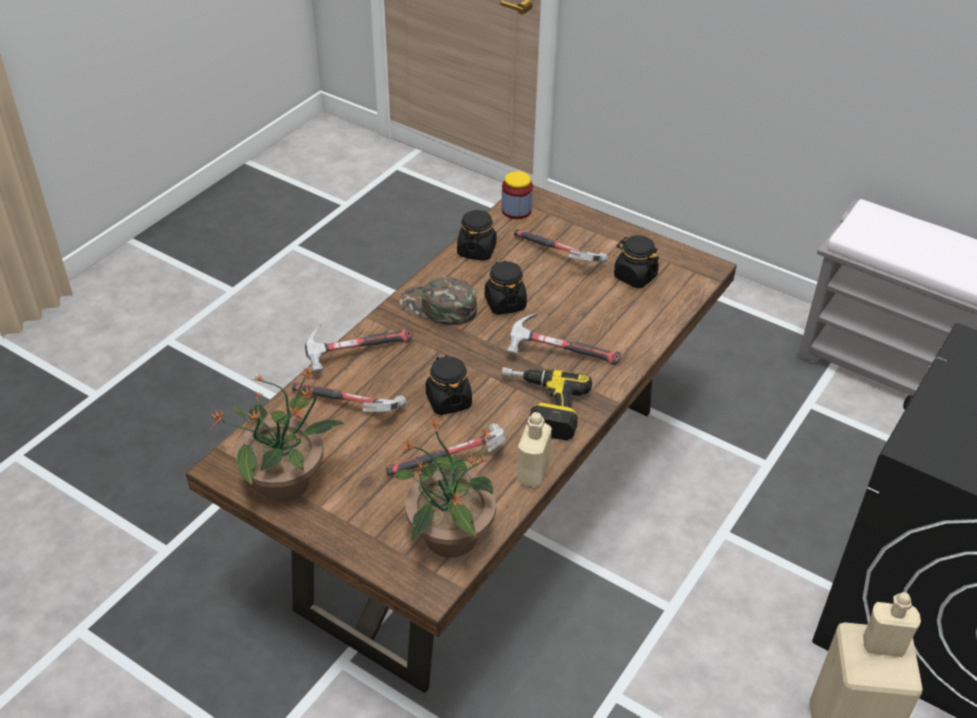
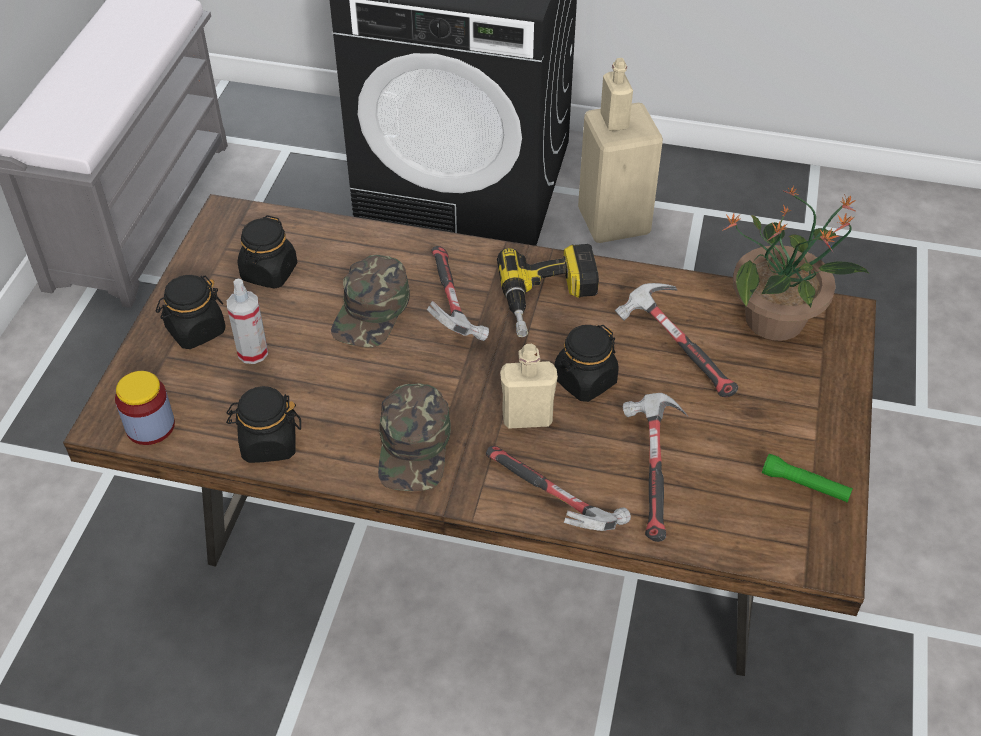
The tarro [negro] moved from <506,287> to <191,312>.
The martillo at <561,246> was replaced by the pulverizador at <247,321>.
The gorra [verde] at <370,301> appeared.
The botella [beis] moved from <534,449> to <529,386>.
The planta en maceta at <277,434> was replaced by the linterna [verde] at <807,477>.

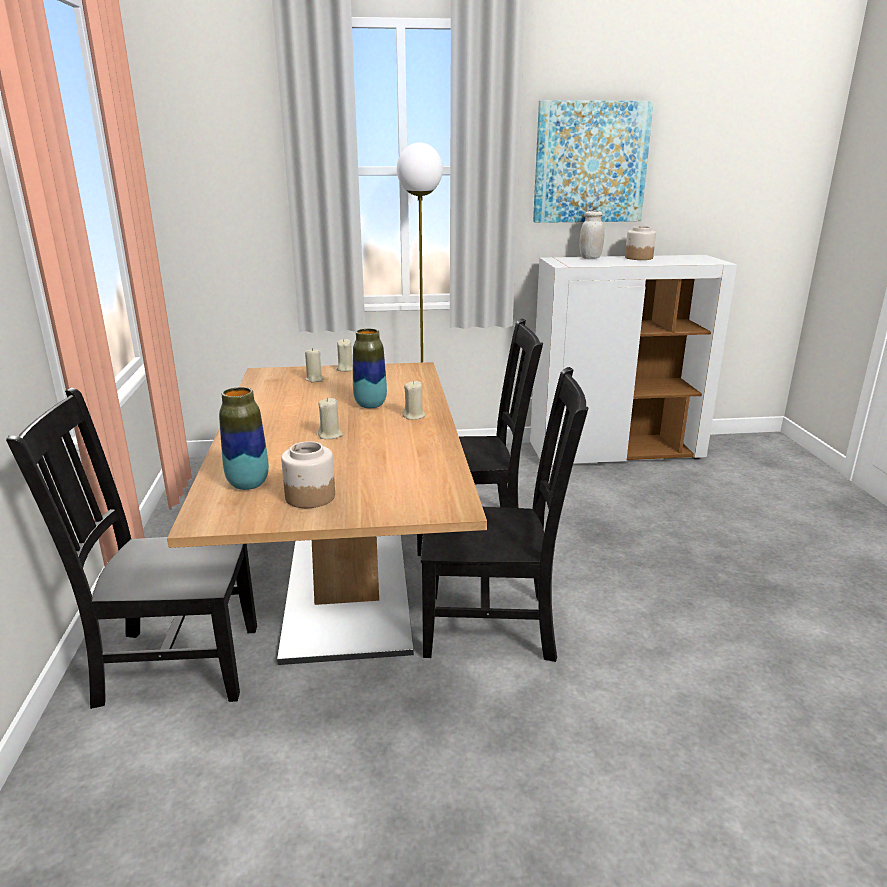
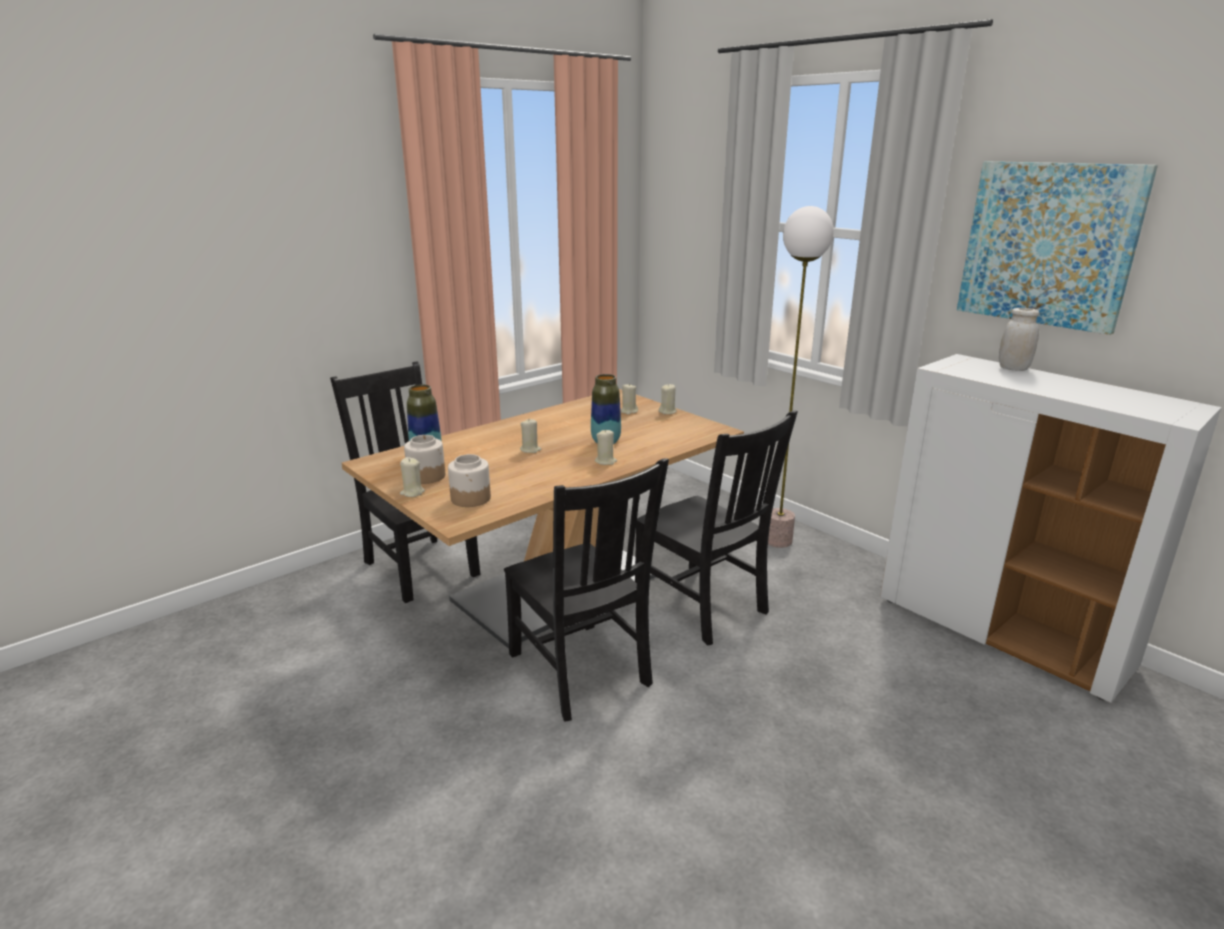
The vela [beis] at <412,477> appeared.
The tarro moved from <640,243> to <469,480>.

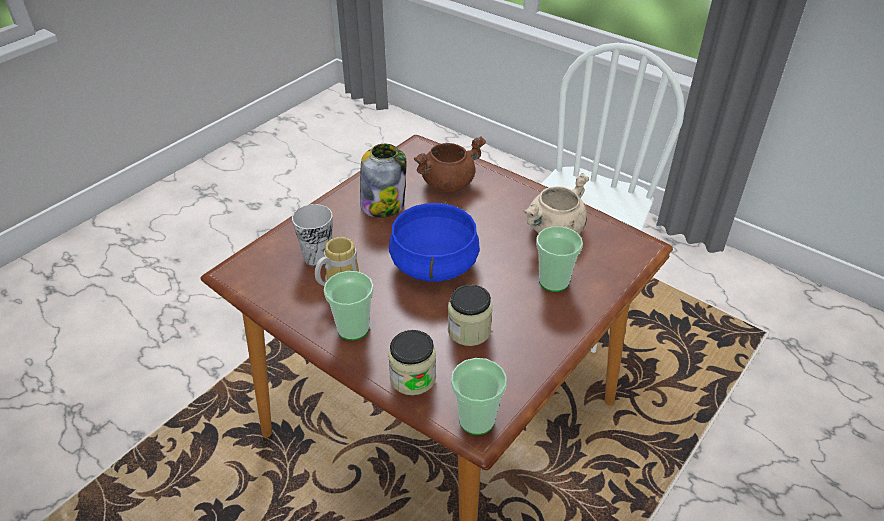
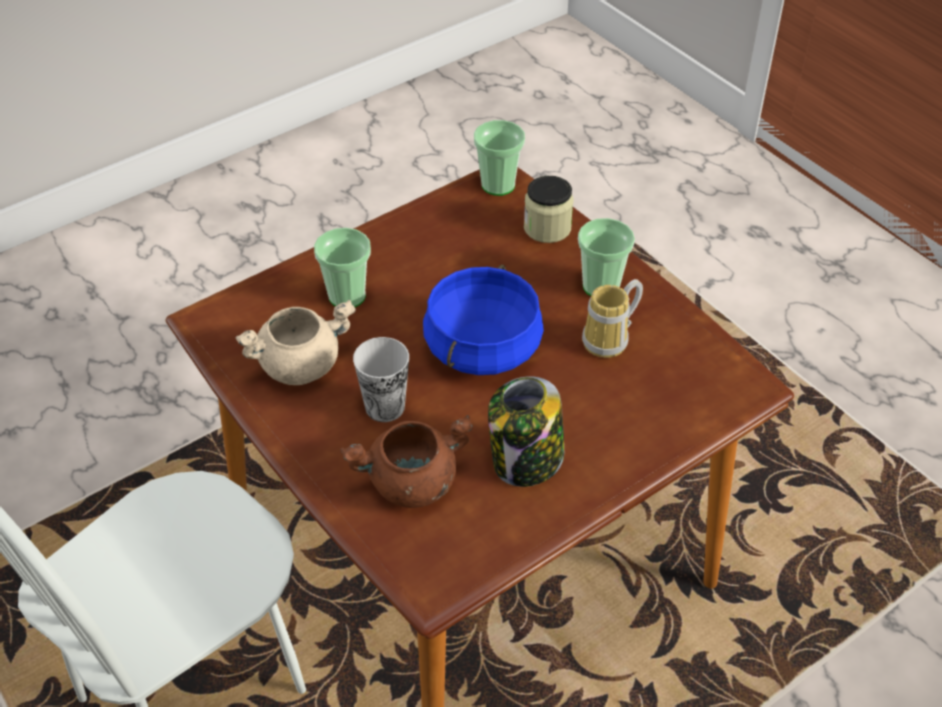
The taza moved from <312,235> to <381,379>.
The tarro at <470,315> disappeared.

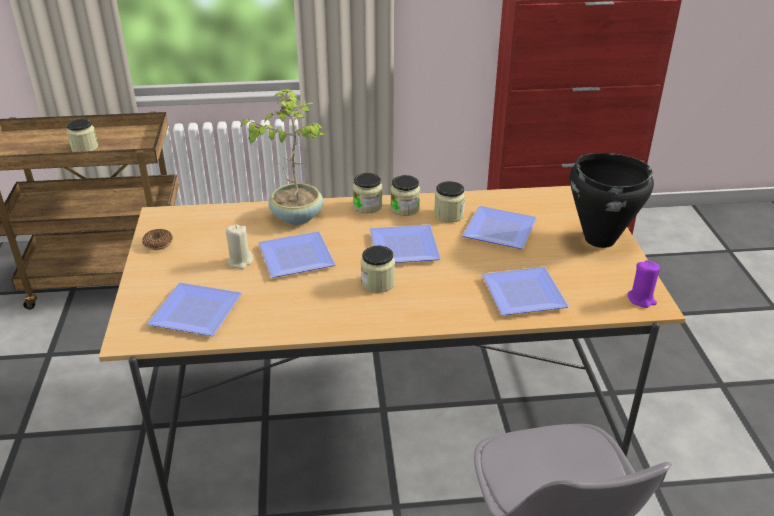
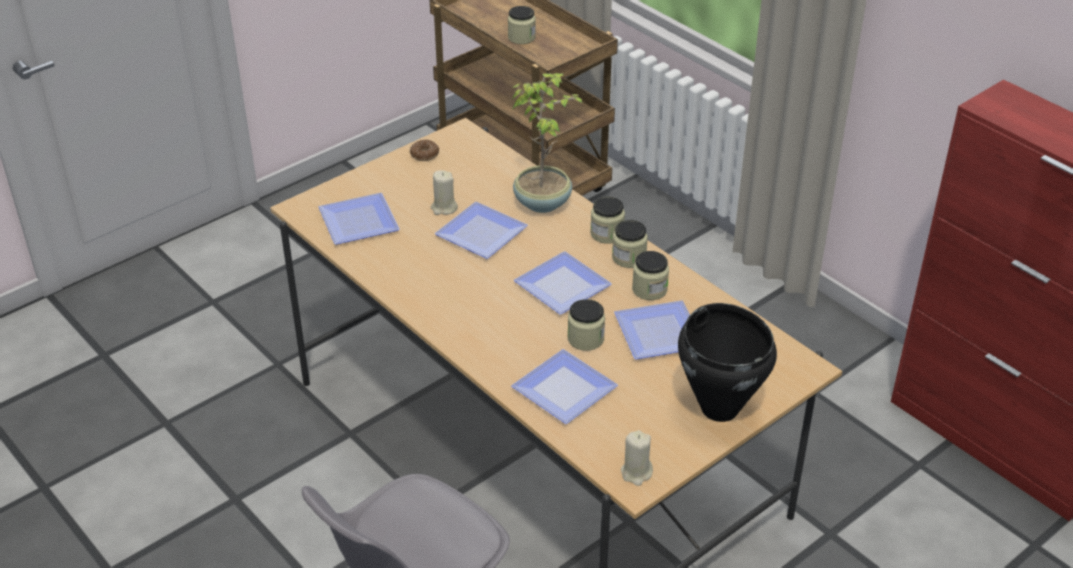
The tarro moved from <378,269> to <586,325>.
The vela [morado] at <643,284> became the vela [beis] at <637,458>.

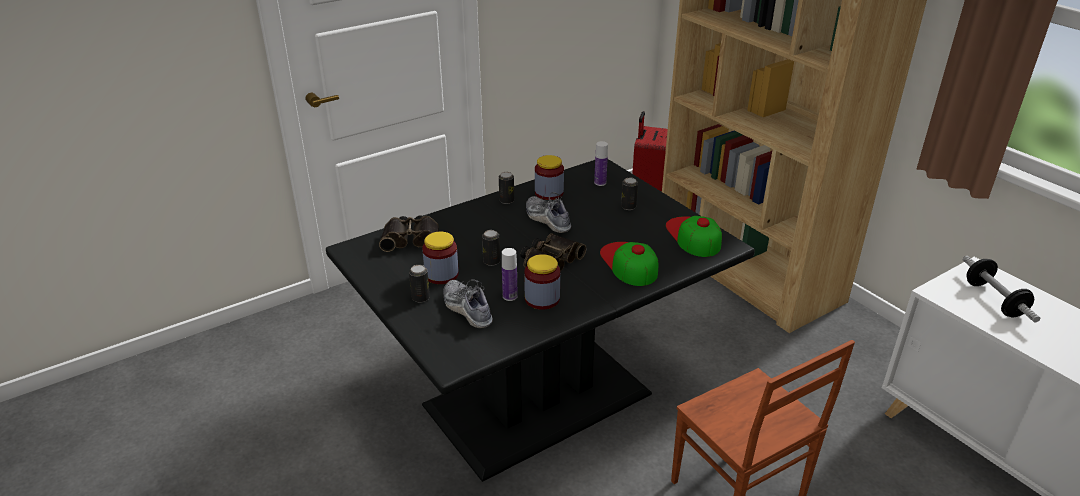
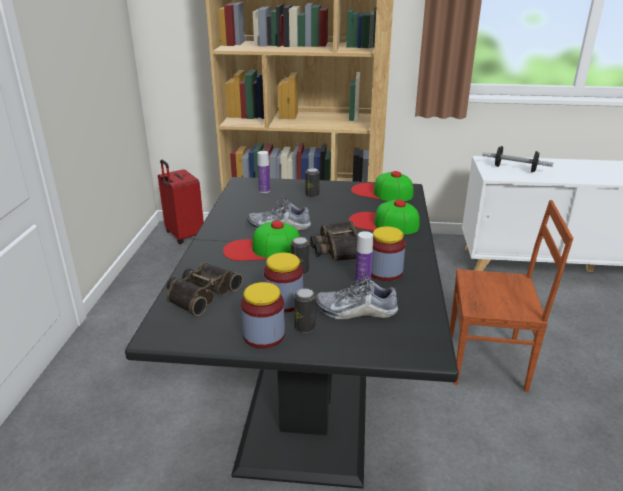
The gorra at <261,241> appeared.
The tarro moved from <549,177> to <263,315>.
The lata at <506,188> disappeared.

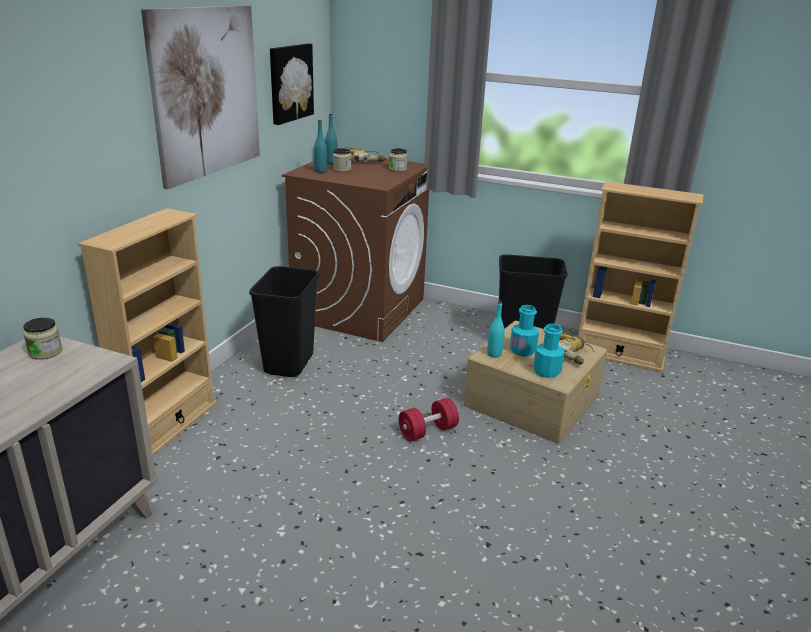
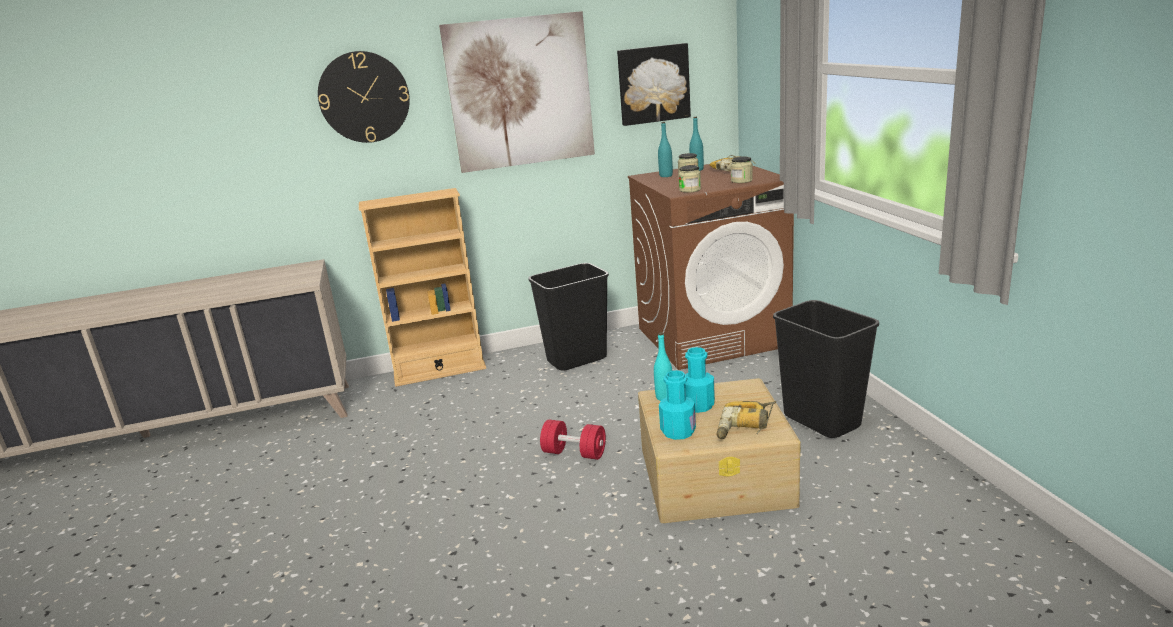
The reloj de pared at <364,97> appeared.
The tarro moved from <42,339> to <690,179>.
The estantería [beis] at <640,276> disappeared.

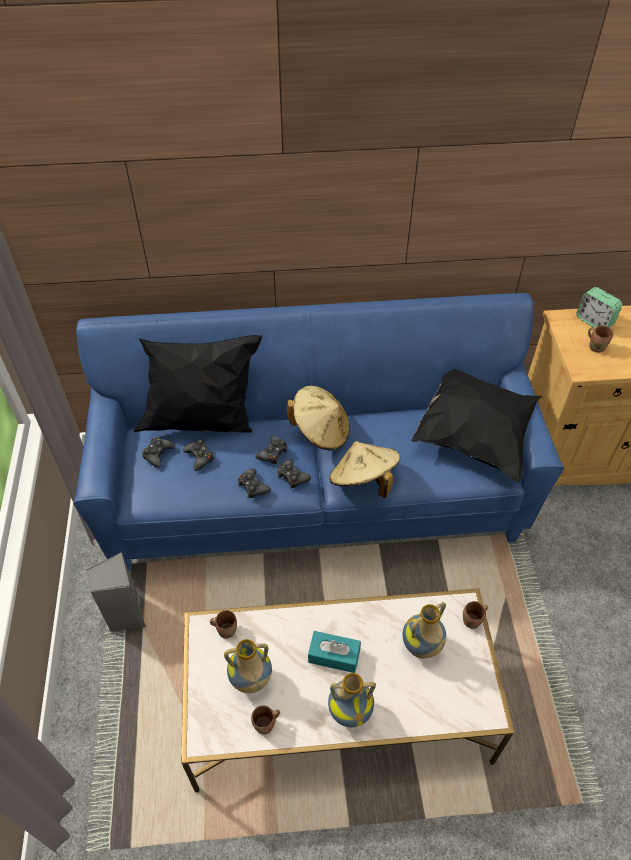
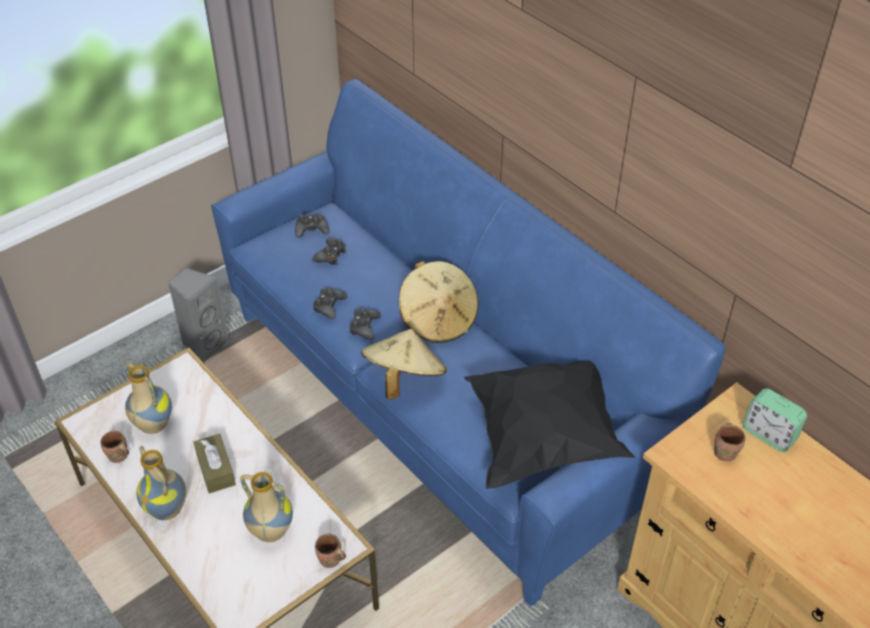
The caja de pañuelos [turquesa] at <334,652> became the caja de pañuelos [marrón] at <214,464>.
The despertador at <599,307> turned 60 degrees counterclockwise.
The cojín [negro] at <198,384> disappeared.
The taza grande [marrón] at <223,624> disappeared.
The mando de consola [negro] at <271,450> disappeared.

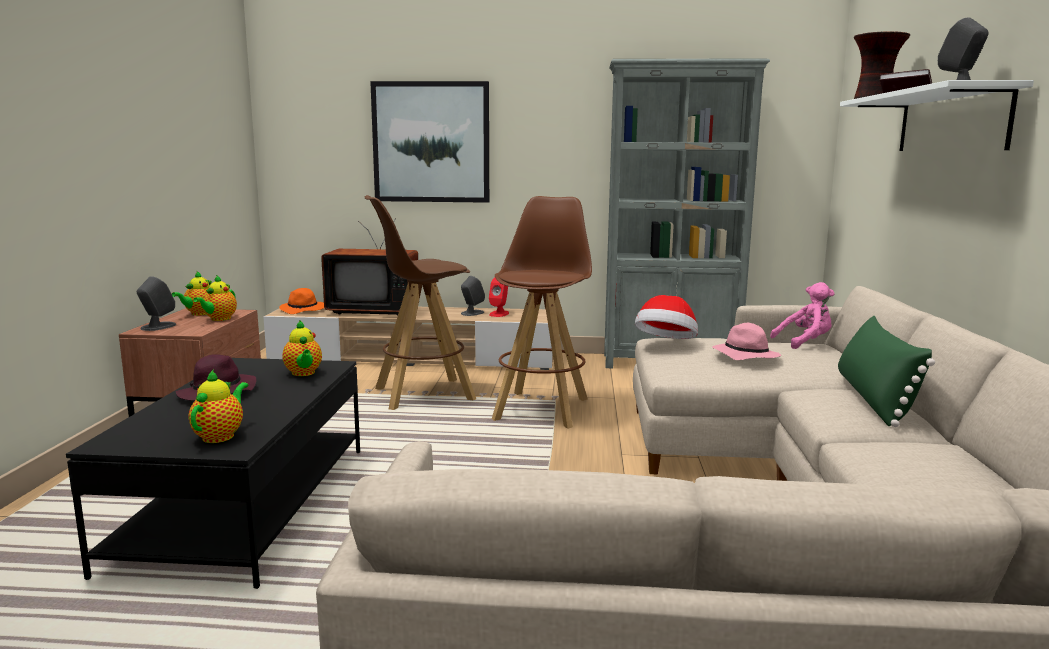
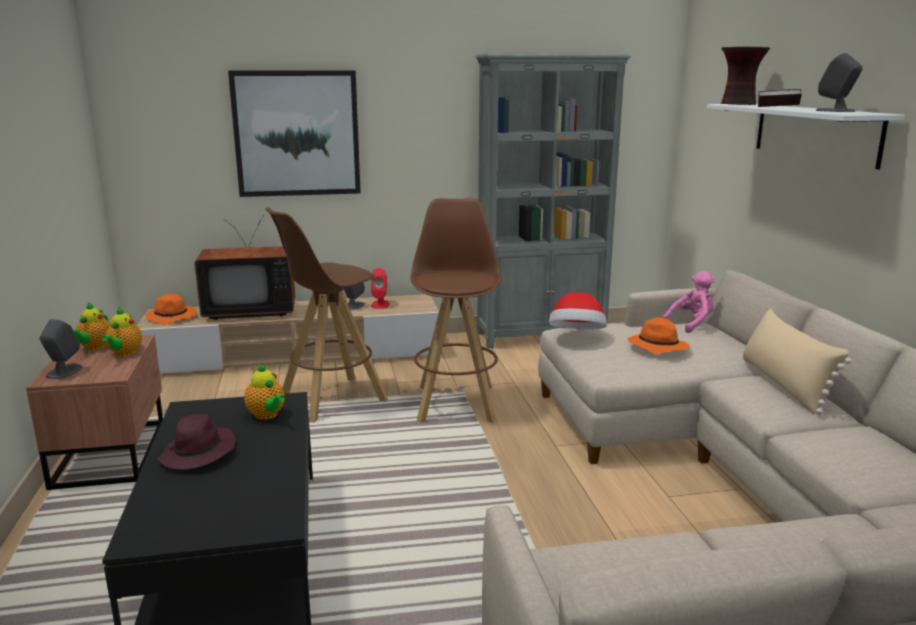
The sombrero [rosa] at <746,341> became the sombrero [naranja] at <658,335>.
The cojín [verde] at <886,371> became the cojín [beis] at <797,362>.
The tetera at <219,406> disappeared.

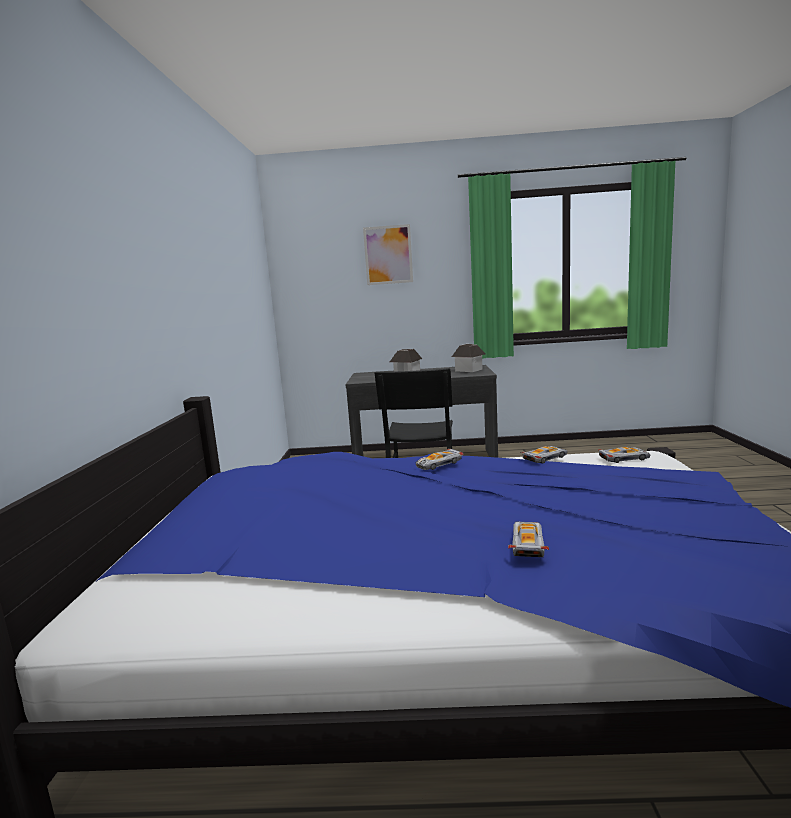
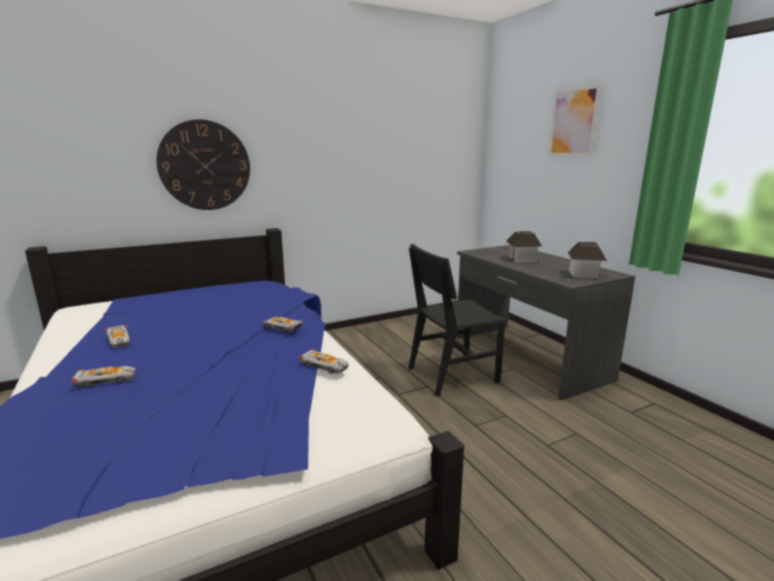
The coche de juguete moved from <624,455> to <116,336>.
The reloj de pared at <203,164> appeared.

